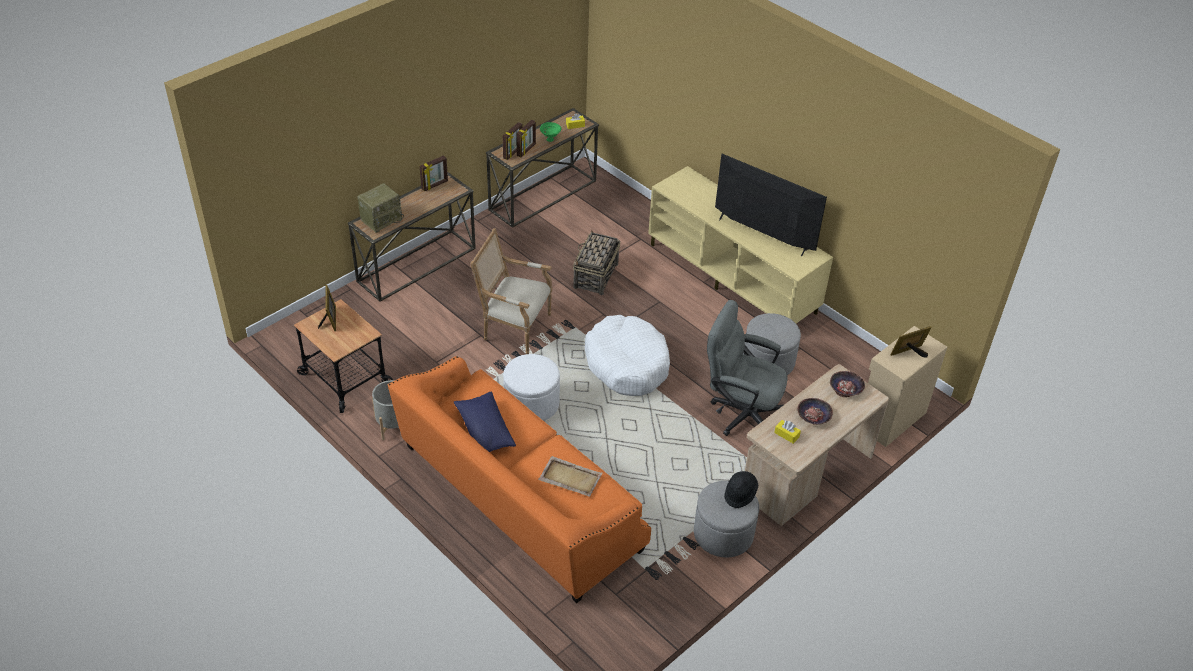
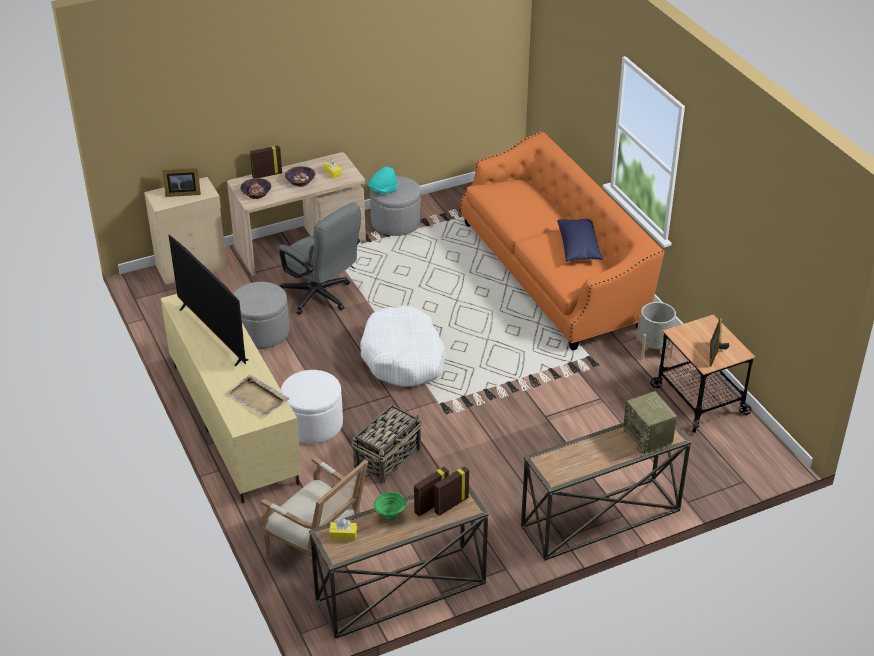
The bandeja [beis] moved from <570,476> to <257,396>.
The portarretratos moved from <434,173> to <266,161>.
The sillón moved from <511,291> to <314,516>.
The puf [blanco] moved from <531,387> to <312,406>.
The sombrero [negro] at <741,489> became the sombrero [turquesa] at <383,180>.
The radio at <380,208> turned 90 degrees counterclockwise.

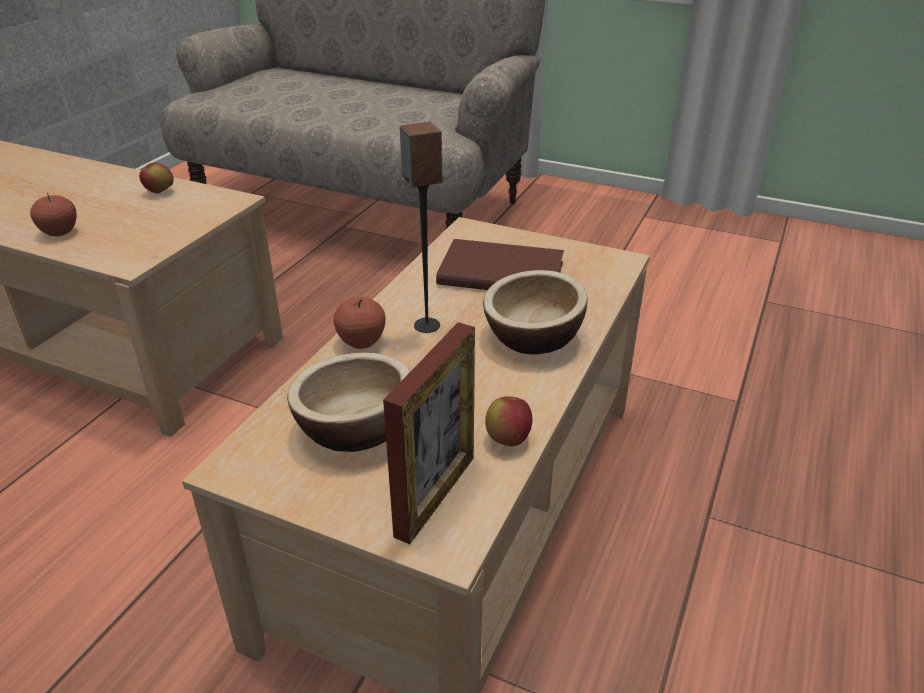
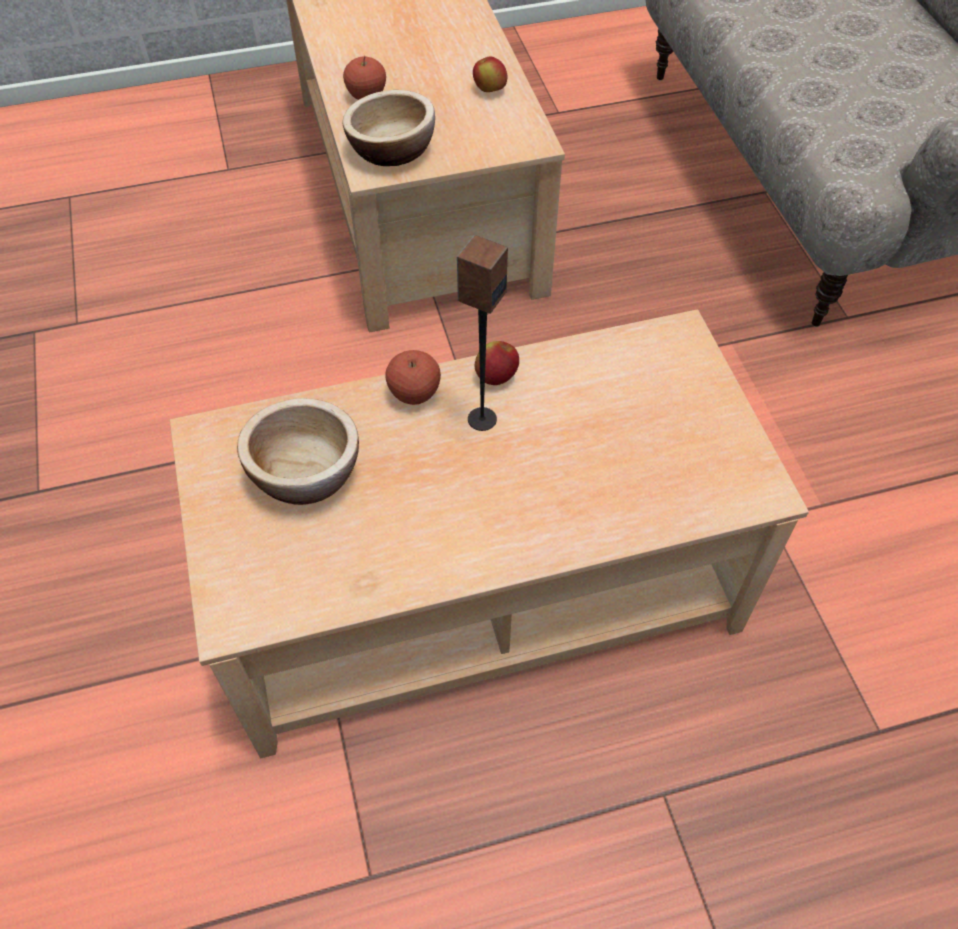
The cuenco moved from <535,312> to <389,128>.
The manzana moved from <508,421> to <497,363>.
The portarretratos at <429,433> disappeared.
The libro [marrón] at <500,264> disappeared.

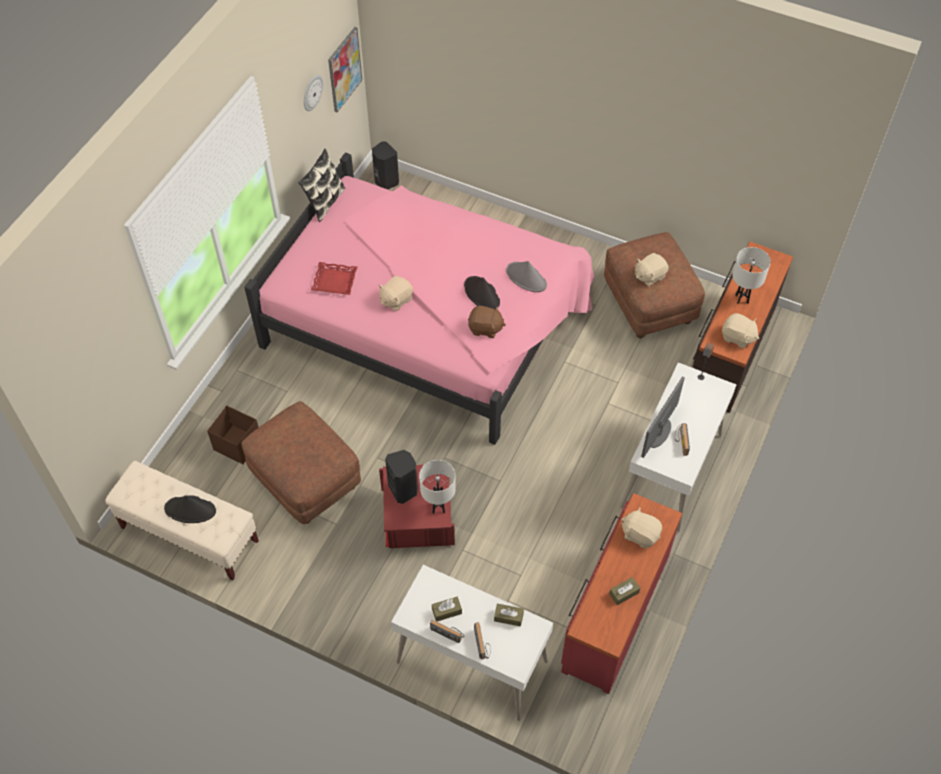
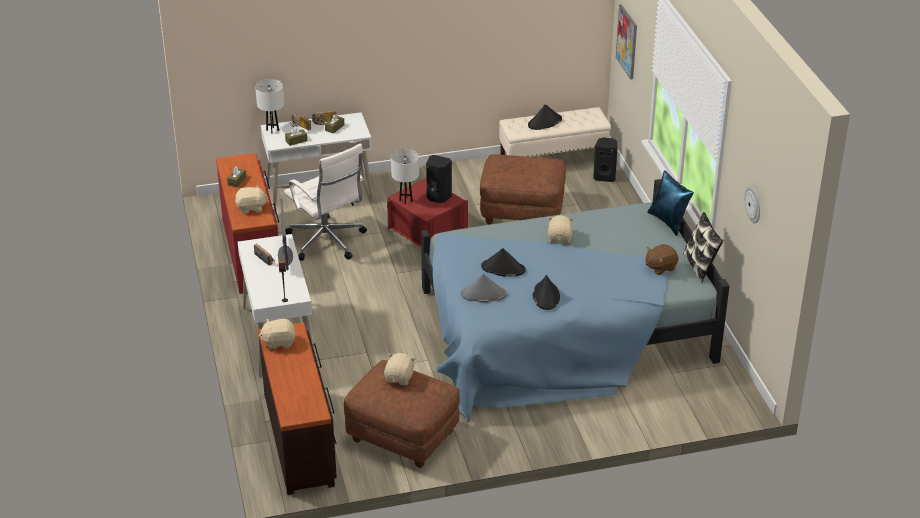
The lámpara de mesa [blanco] moved from <751,275> to <269,106>.
The silla de oficina [blanco] at <325,202> appeared.
The cama [rosa] at <419,298> became the cama [azul] at <575,300>.
The sombrero [negro] at <546,292> appeared.
The altavoz [negro] moved from <385,165> to <605,159>.
The cuadro moved from <345,69> to <626,41>.
The peluche [marrón] moved from <487,322> to <662,259>.
The cojín [azul] at <670,203> appeared.
The caja de almacenaje [marrón] at <233,435> disappeared.
The bandeja [rojo] at <334,278> disappeared.

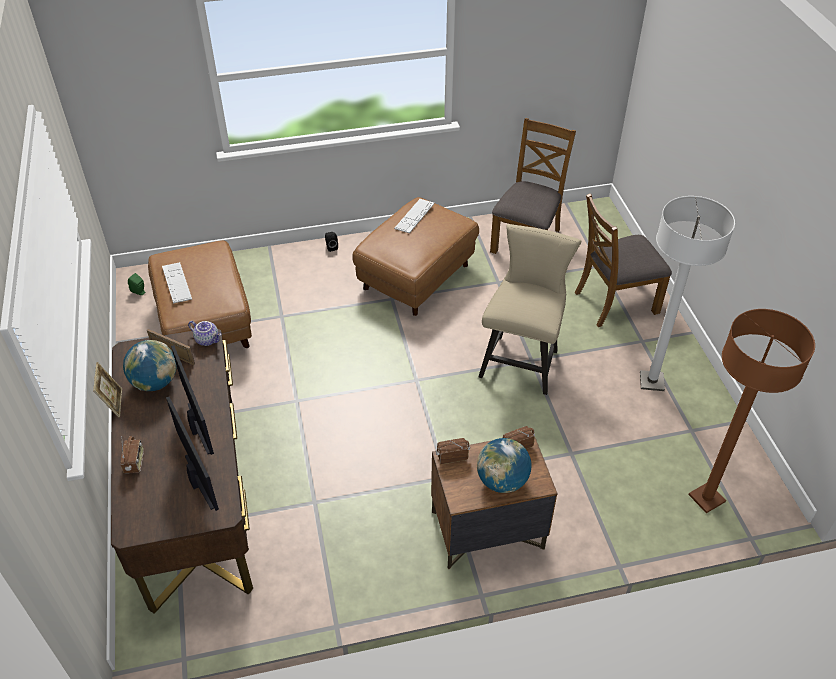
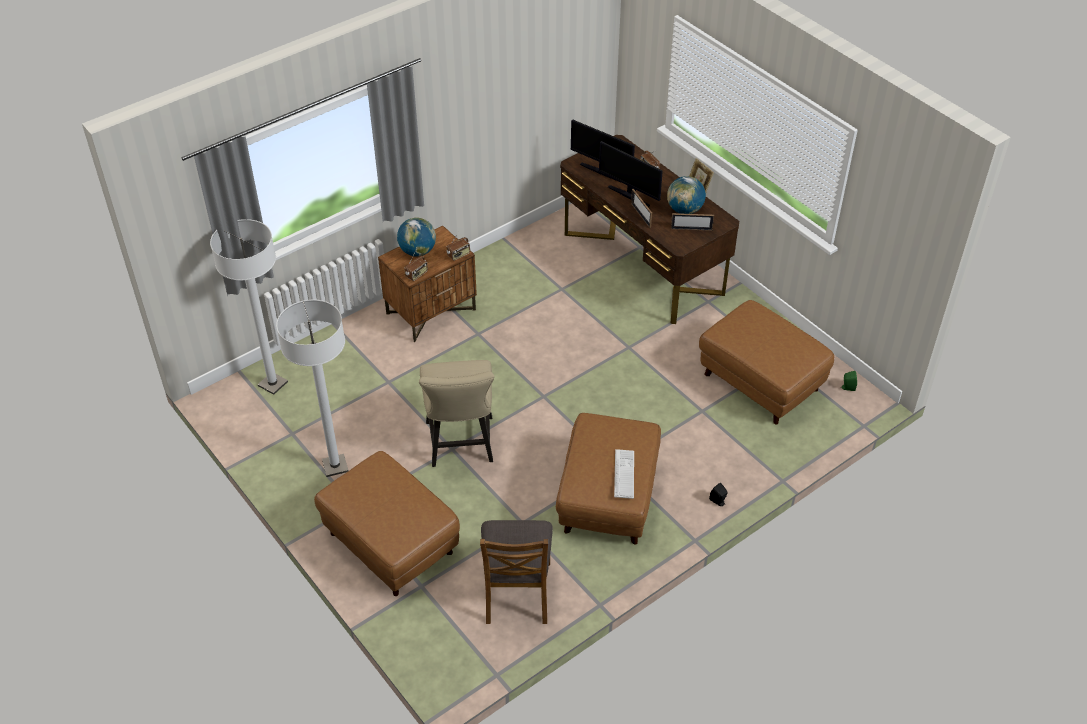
The lámpara de pie [marrón] at <751,411> became the lámpara de pie [blanco] at <249,307>.
The silla [marrón] at <623,260> was replaced by the puf [marrón] at <387,523>.
The portarretratos at <641,208> appeared.
The teclado at <177,283> disappeared.
The tetera at <204,333> disappeared.

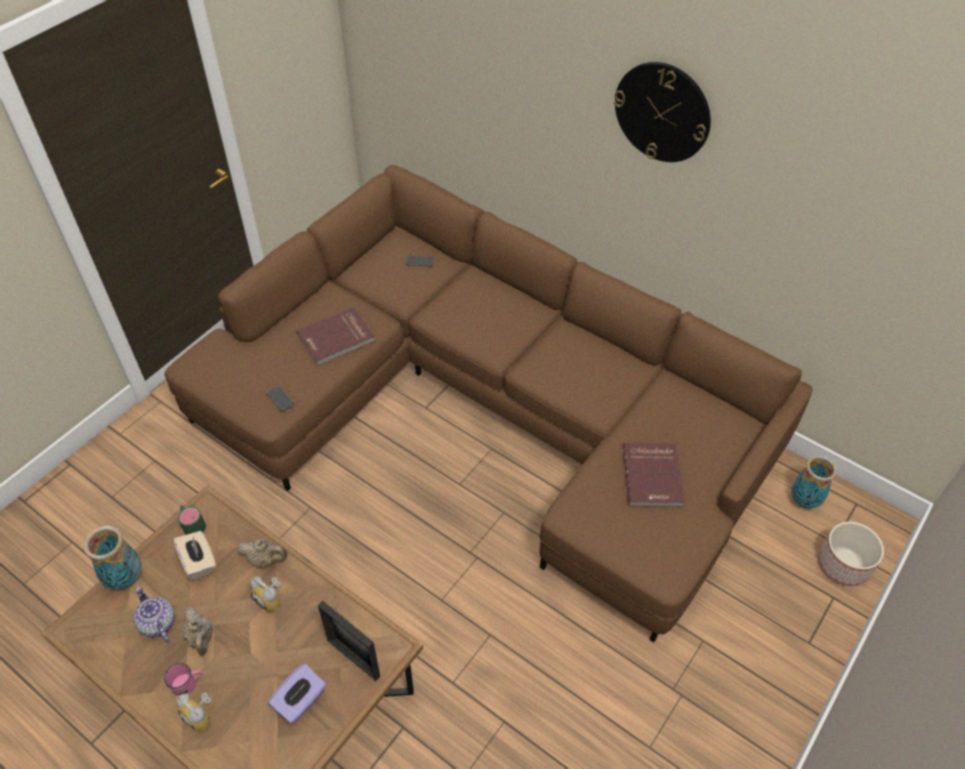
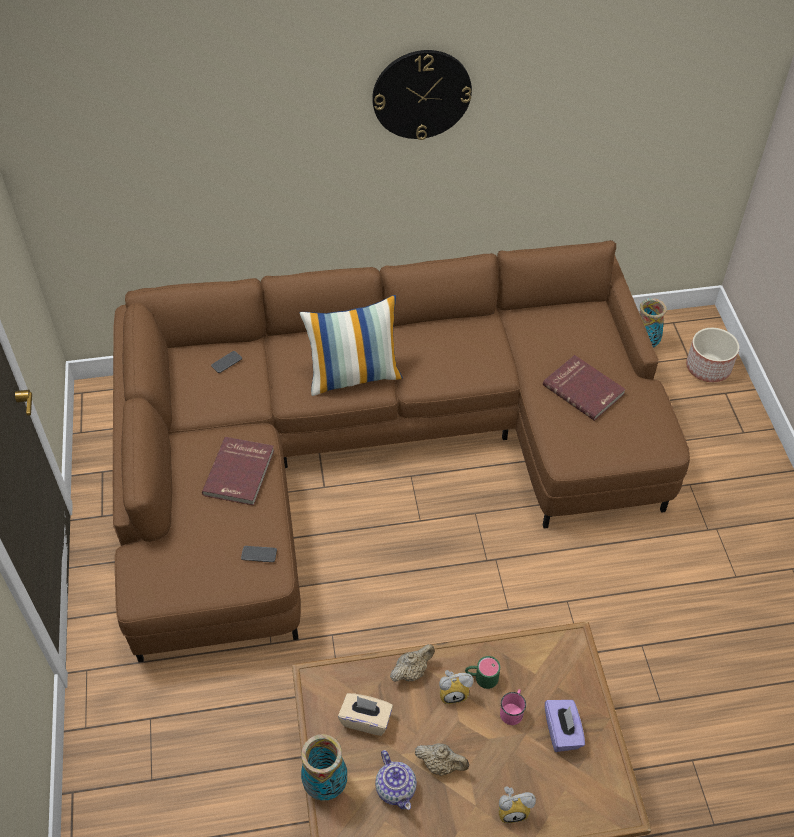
The cojín at <351,345> appeared.
The tetera at <154,614> turned 120 degrees counterclockwise.
The taza grande [verde] moved from <192,520> to <482,672>.
The taza grande [rosa] moved from <183,679> to <513,707>.
The portarretratos at <349,641> disappeared.

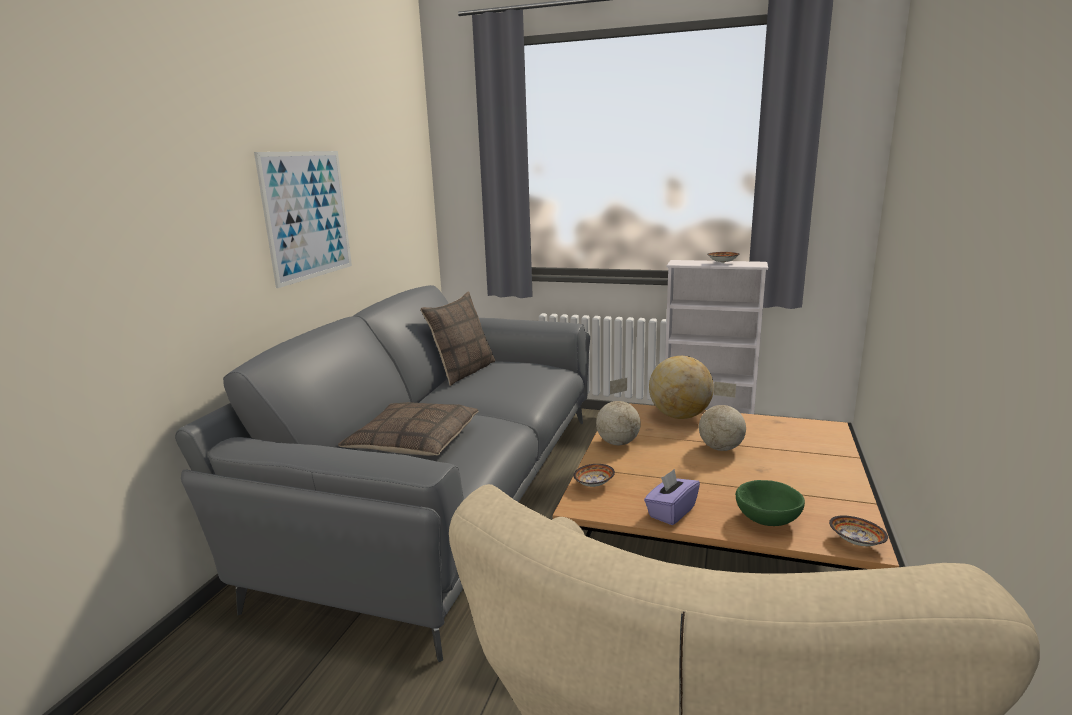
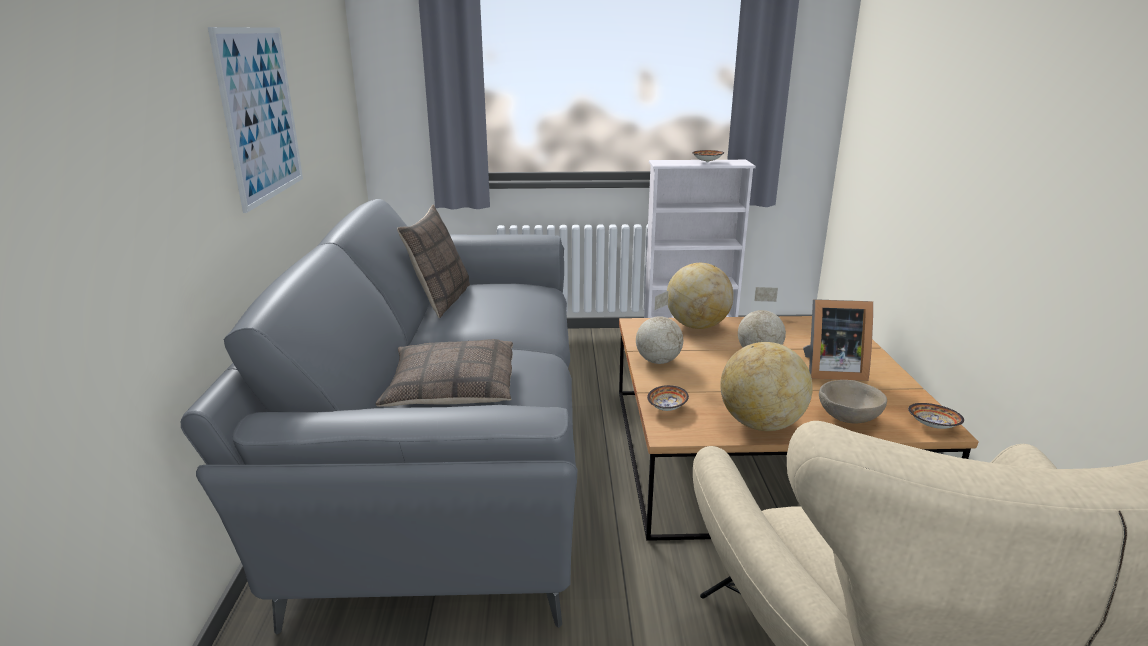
The caja de pañuelos [morado] at <672,497> was replaced by the globo terráqueo at <766,386>.
The portarretratos at <838,340> appeared.
The cuenco [verde] at <770,503> became the cuenco [beis] at <853,401>.

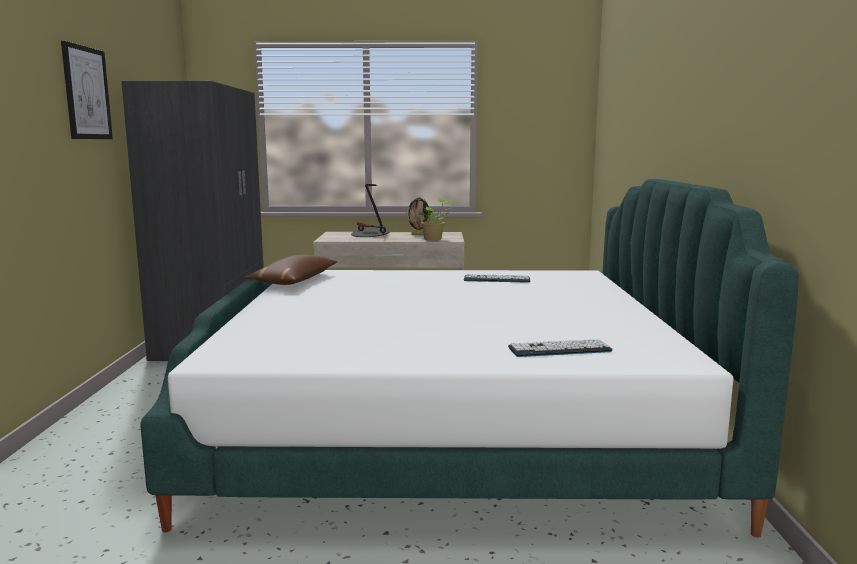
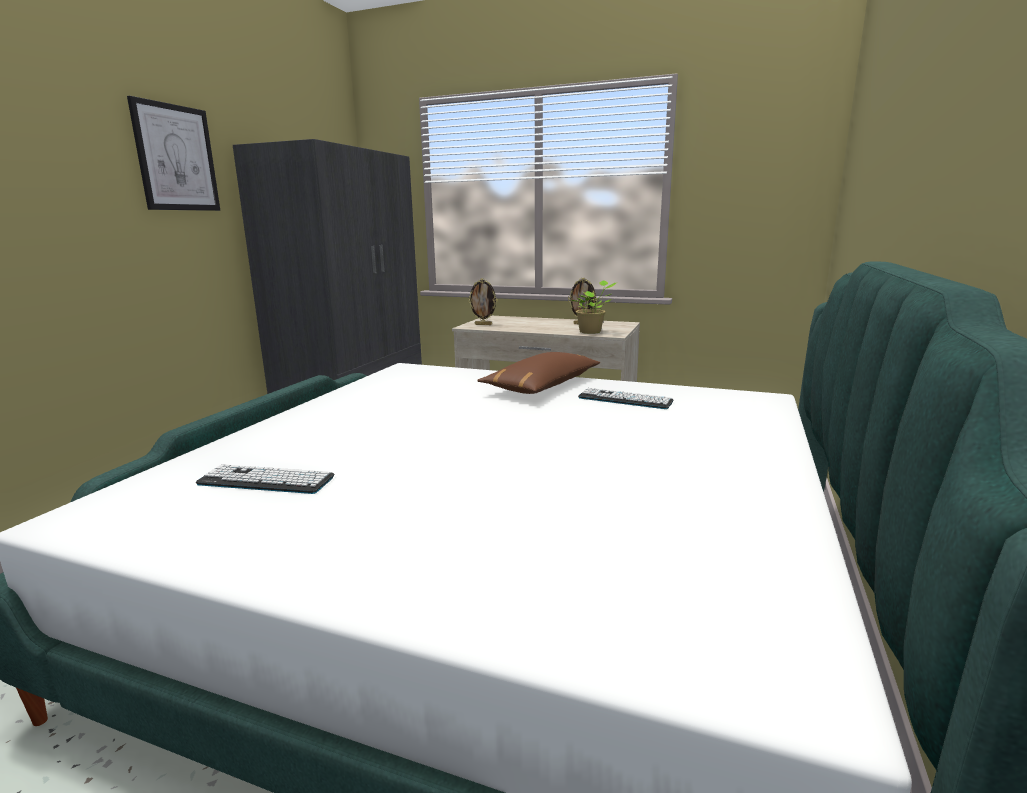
The teclado moved from <560,348> to <265,479>.
The portarretratos at <482,301> appeared.
The cojín [marrón] moved from <291,270> to <538,373>.
The lámpara de mesa at <370,210> disappeared.

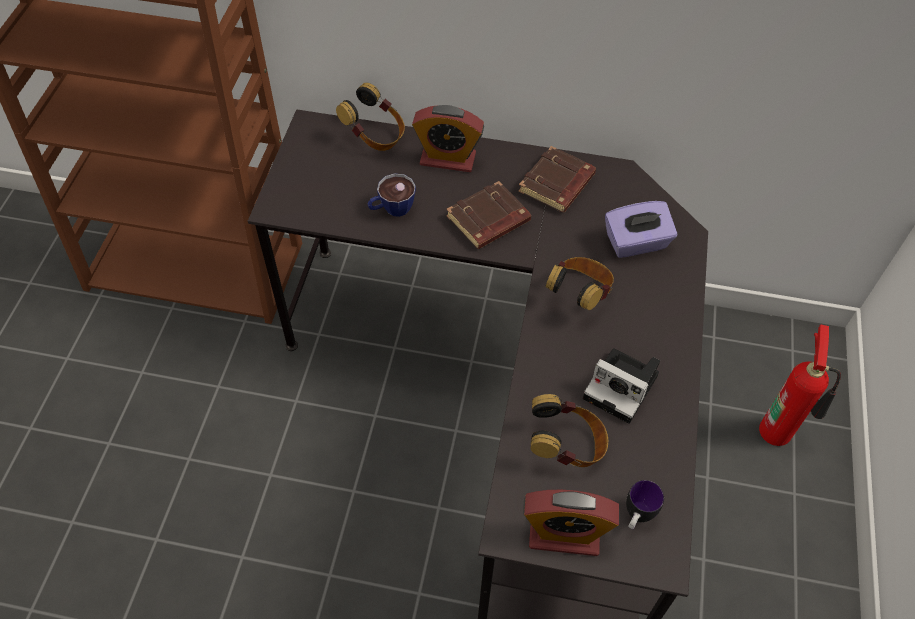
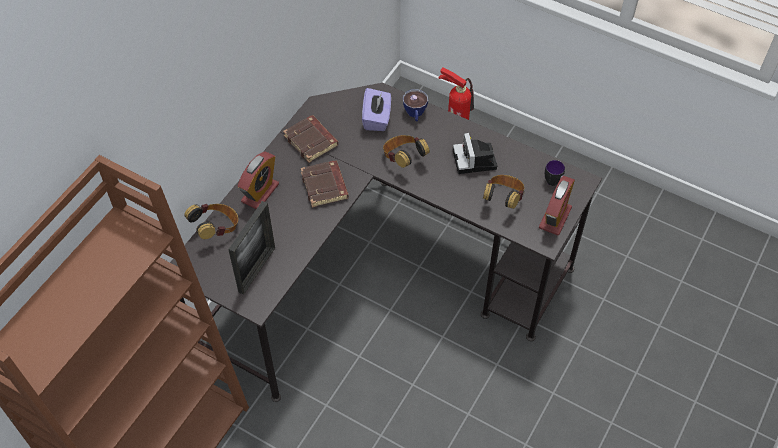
The portarretratos at <251,248> appeared.
The taza moved from <392,195> to <415,105>.
The cámara at <621,386> turned 120 degrees clockwise.

